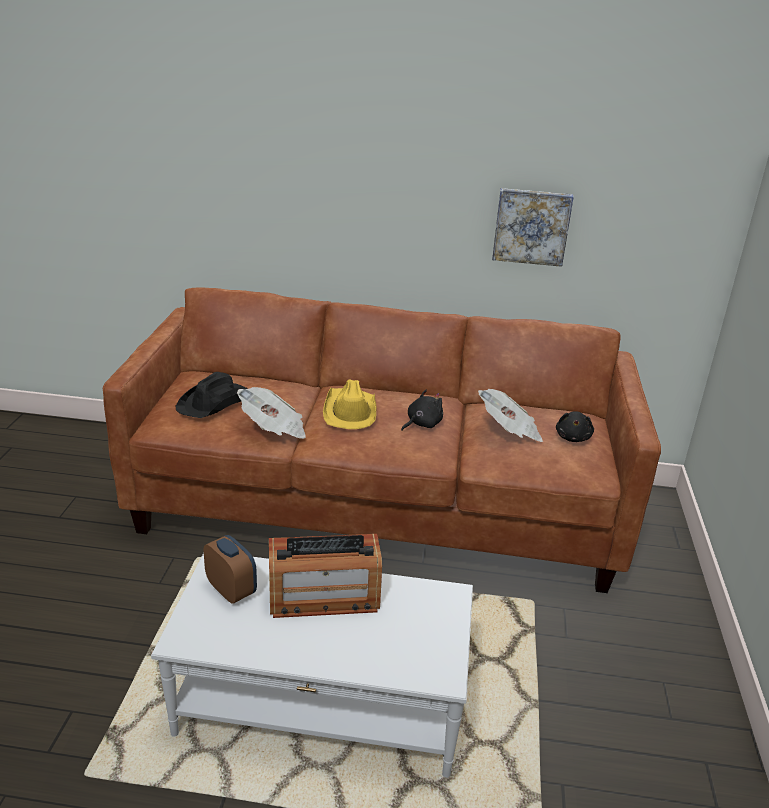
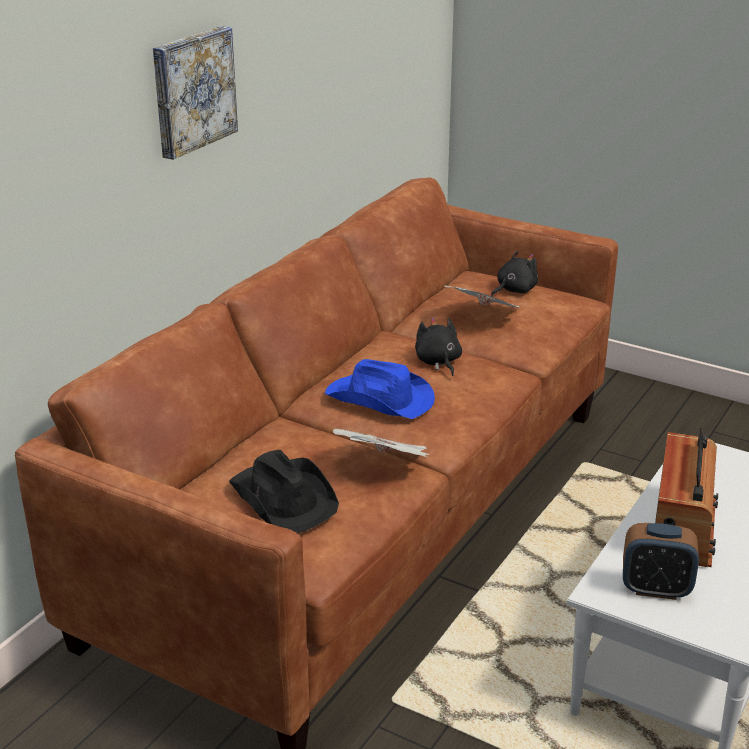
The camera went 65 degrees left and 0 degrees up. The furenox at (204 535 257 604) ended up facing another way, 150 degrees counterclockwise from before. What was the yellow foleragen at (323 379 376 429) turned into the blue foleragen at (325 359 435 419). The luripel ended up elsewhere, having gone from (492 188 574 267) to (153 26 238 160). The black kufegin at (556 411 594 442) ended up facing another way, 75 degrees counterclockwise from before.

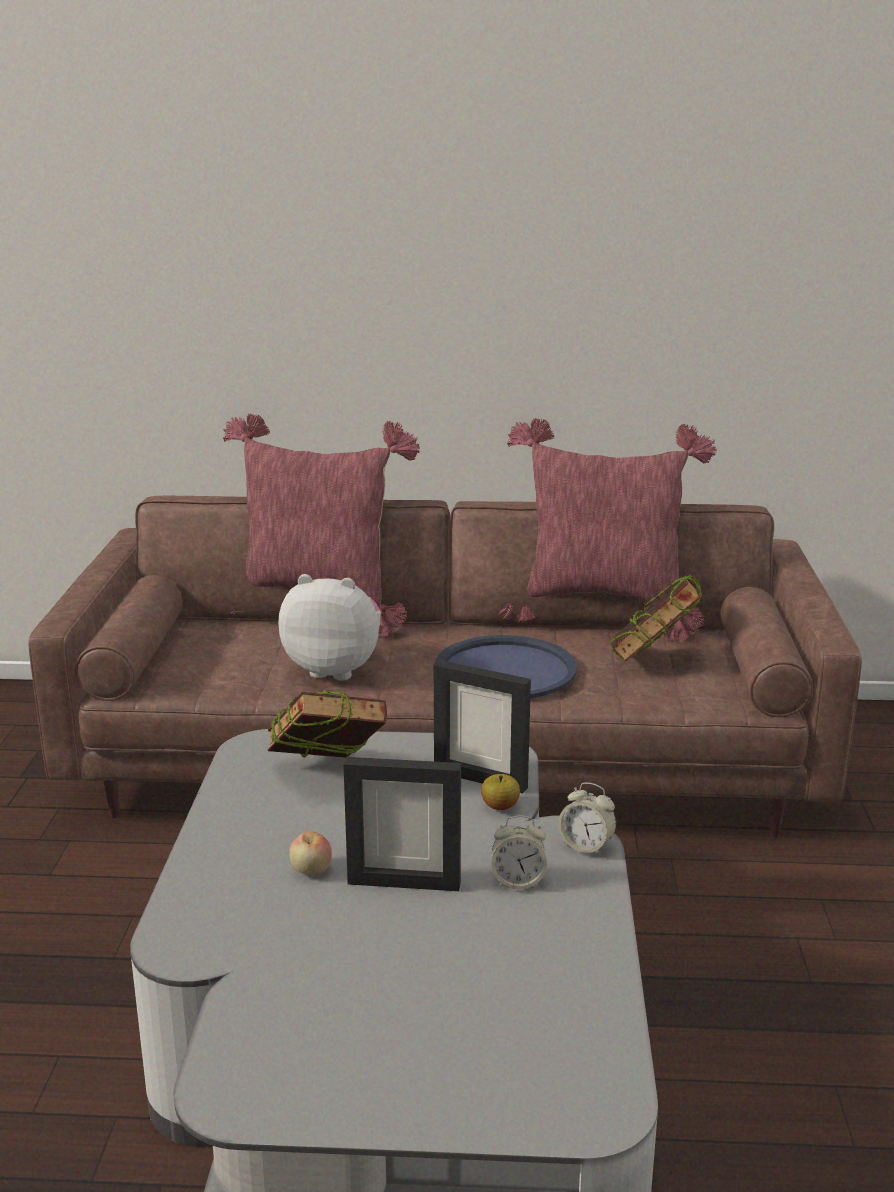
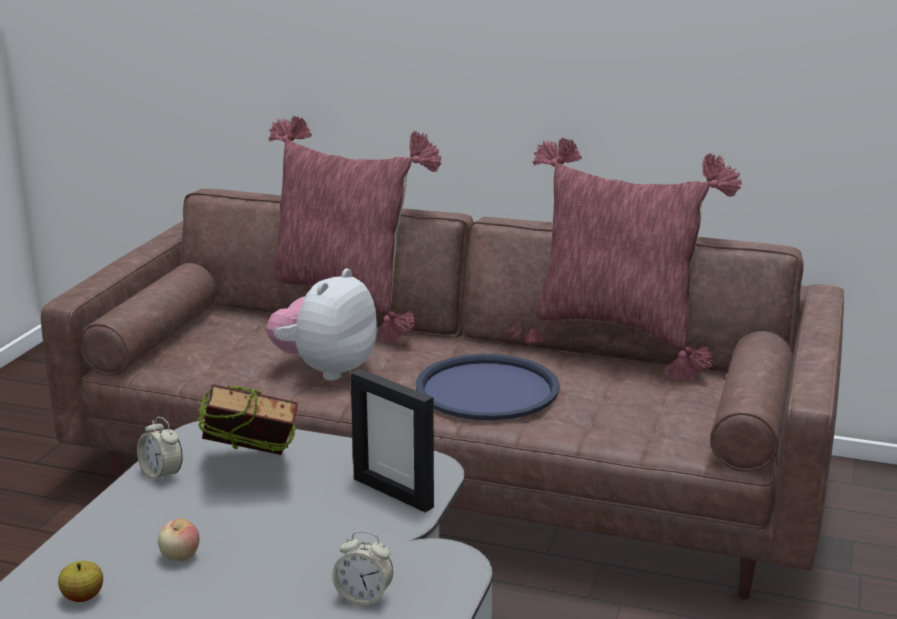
The camera went 15 degrees right and 0 degrees up. The kufegin at (278 574 381 681) ended up facing another way, 90 degrees counterclockwise from before. The second view lost the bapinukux at (343 757 461 891). The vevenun ended up elsewhere, having gone from (481 774 520 810) to (58 561 103 602). The furenox ended up elsewhere, having gone from (558 783 616 856) to (137 417 183 484). The second view lost the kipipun at (611 575 702 662).

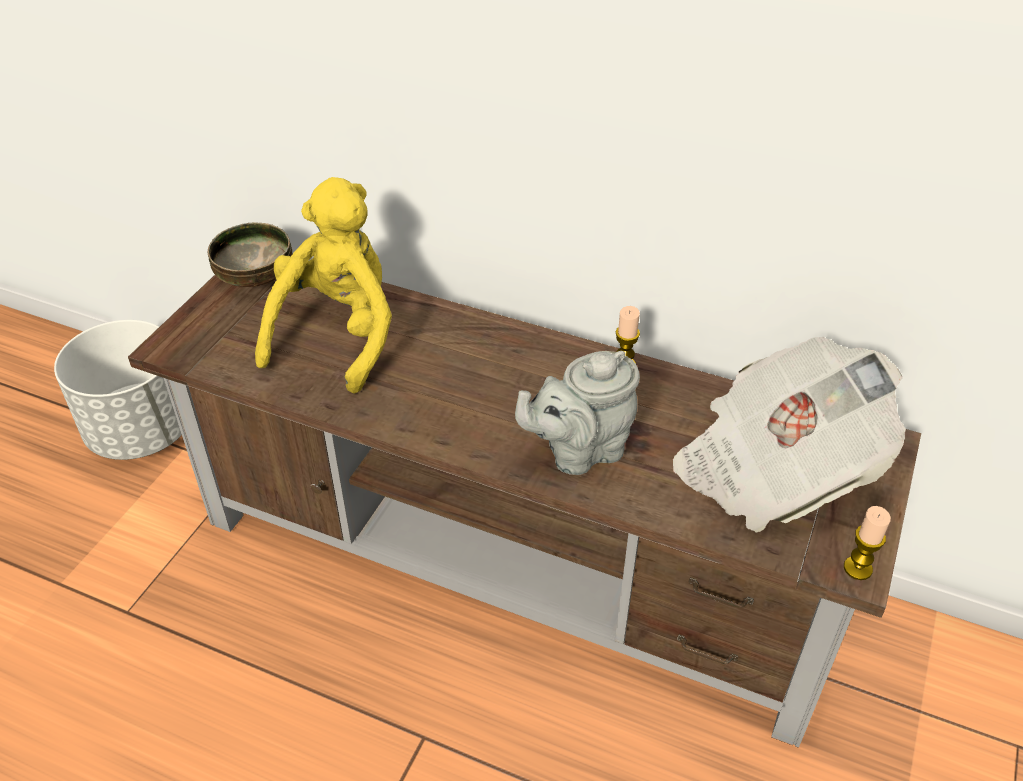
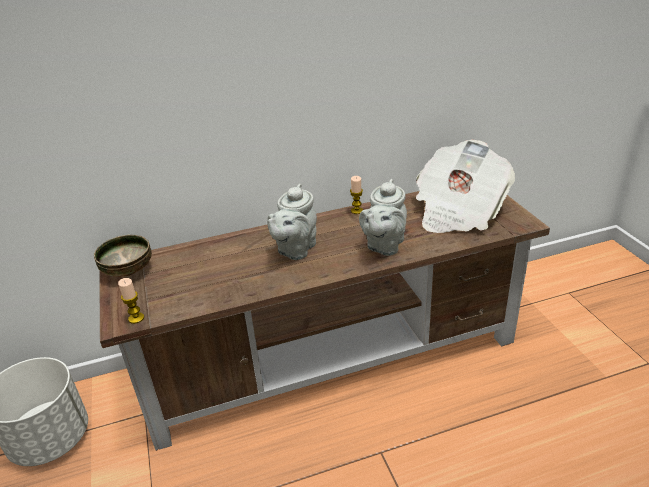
The camera went 40 degrees left and 10 degrees down. The second view lost the yellow kufegin at (255 177 392 393). The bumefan ended up elsewhere, having gone from (844 506 891 580) to (118 278 144 324). The second view gained the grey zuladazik at (267 184 317 260).

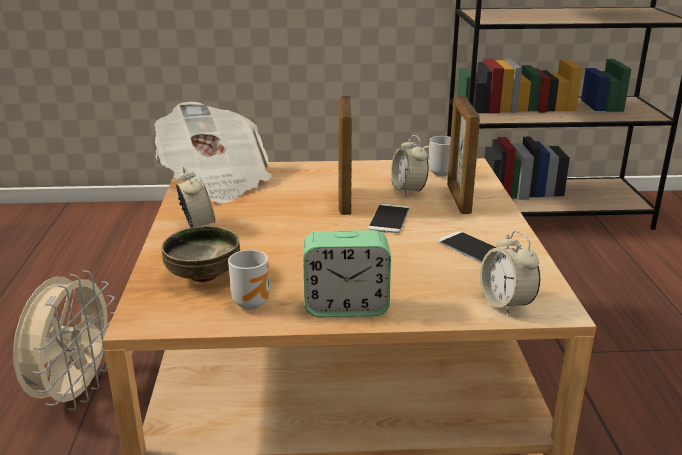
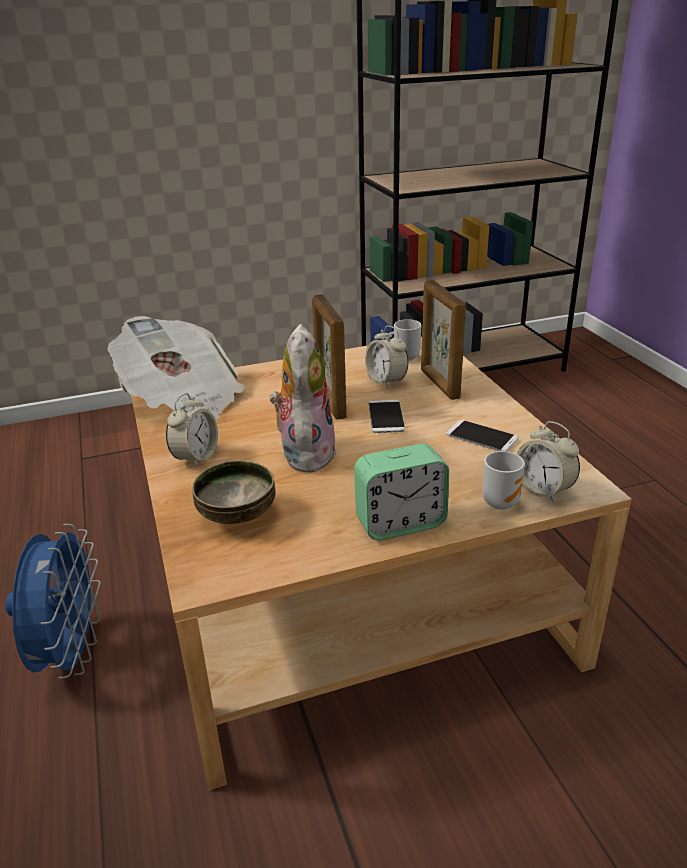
The camera went 15 degrees left and 5 degrees up. What was the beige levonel at (13 270 115 410) turned into the blue levonel at (5 524 101 679). The furenox at (176 166 216 228) ended up facing another way, 60 degrees clockwise from before. The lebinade ended up elsewhere, having gone from (228 250 269 310) to (482 451 525 510). The second view gained the kufegin at (269 324 336 473).

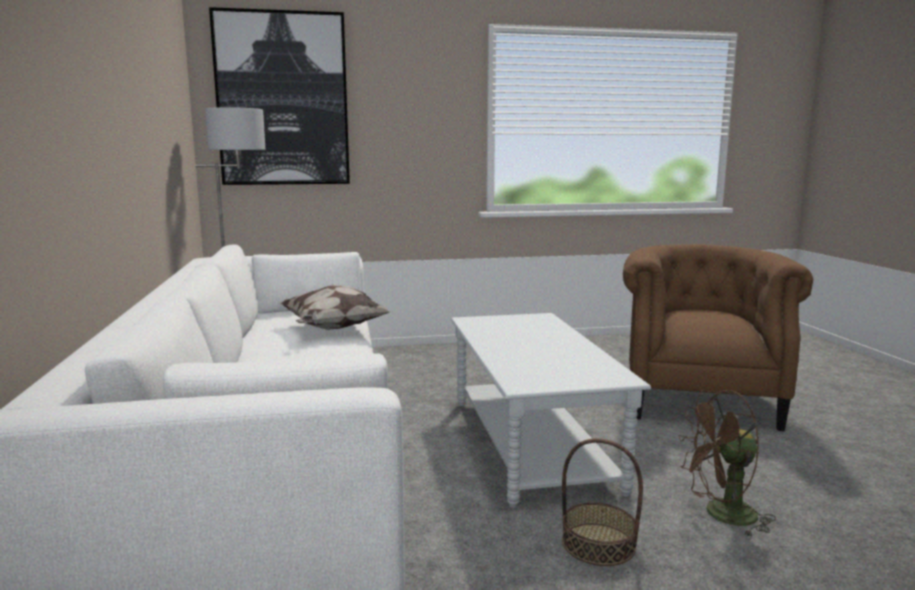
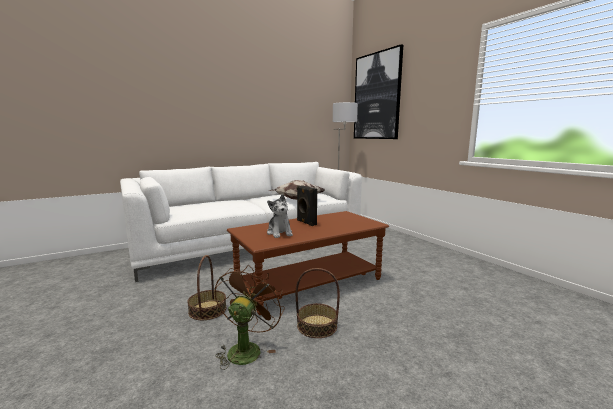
The camera went 70 degrees right and 0 degrees up. What was the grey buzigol at (451 313 651 508) turned into the brown buzigol at (227 211 389 315). The second view lost the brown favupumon at (623 244 814 431). The brown levonel at (678 390 776 538) ended up facing another way, 45 degrees clockwise from before. The second view gained the kufegin at (267 194 293 238). The second view gained the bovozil at (296 268 340 338). The second view gained the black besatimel at (297 185 317 226).

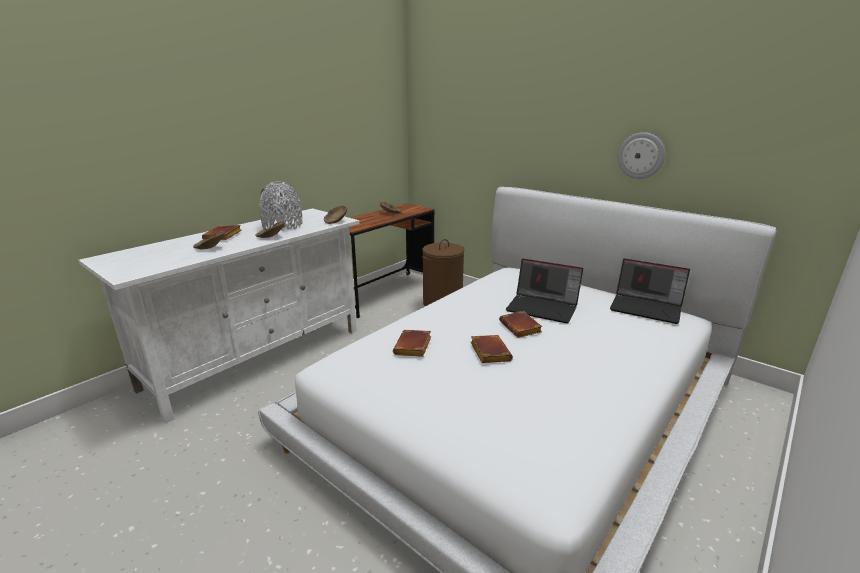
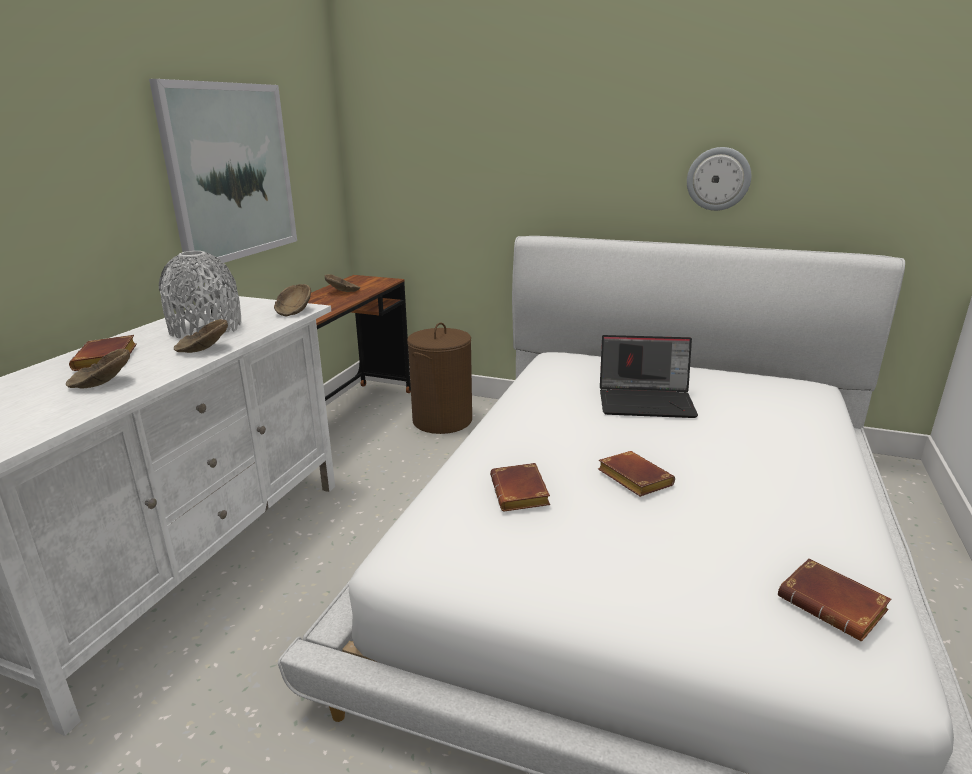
The camera went 20 degrees left and 0 degrees up. The brown kipipun ended up elsewhere, having gone from (499 311 542 338) to (778 558 891 641). The second view lost the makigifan at (610 259 690 324). The second view gained the luripel at (149 79 297 263).

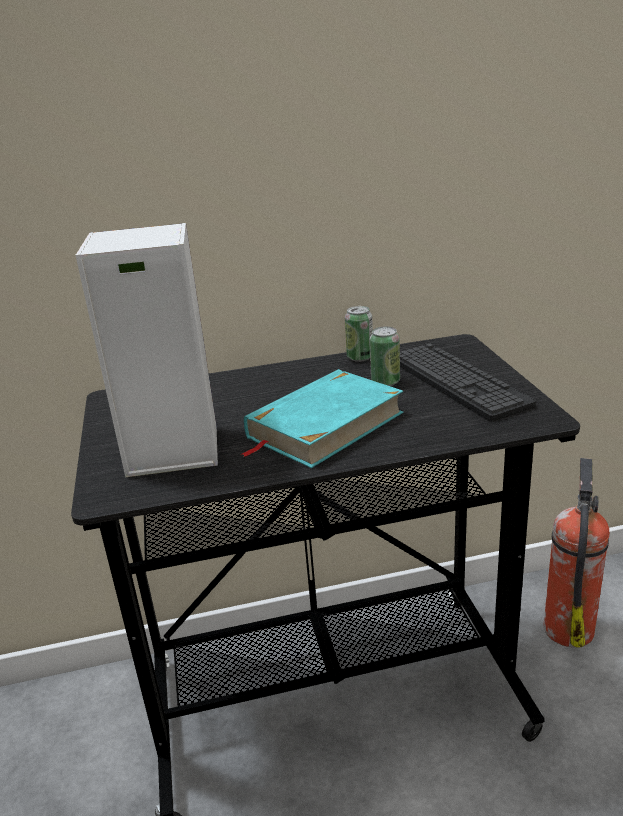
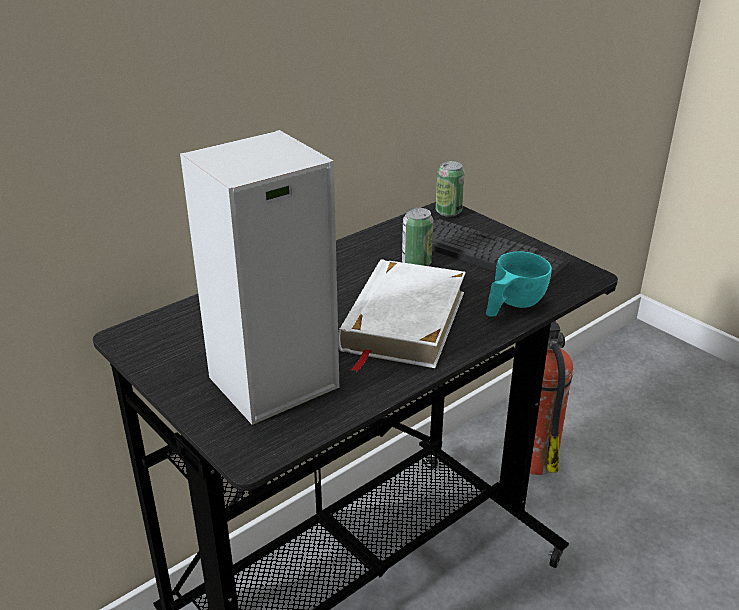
The camera went 30 degrees left and 5 degrees up. What was the turquoise kipipun at (241 369 403 468) turned into the white kipipun at (338 259 466 372). The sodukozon ended up elsewhere, having gone from (345 306 373 362) to (436 161 465 217). The second view gained the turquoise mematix at (486 251 552 317).

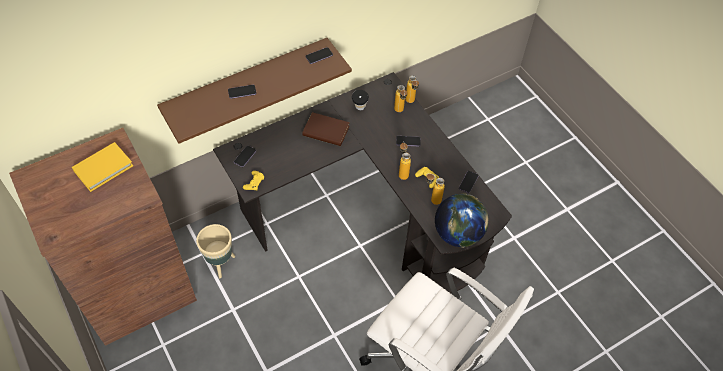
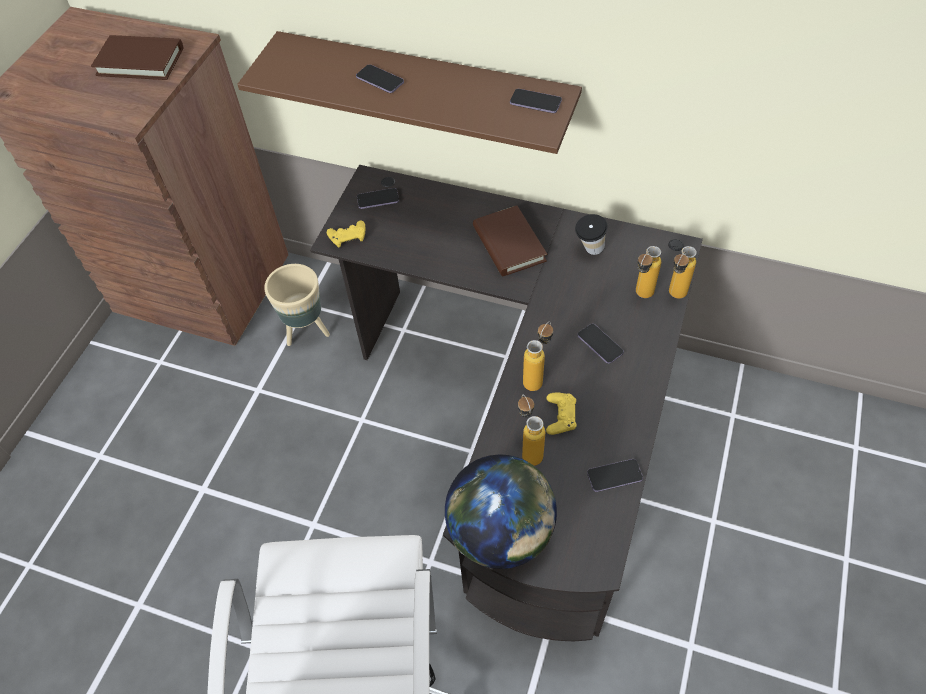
The camera went 55 degrees right and 0 degrees up. What was the yellow kipipun at (72 142 133 192) turned into the brown kipipun at (91 35 183 80).

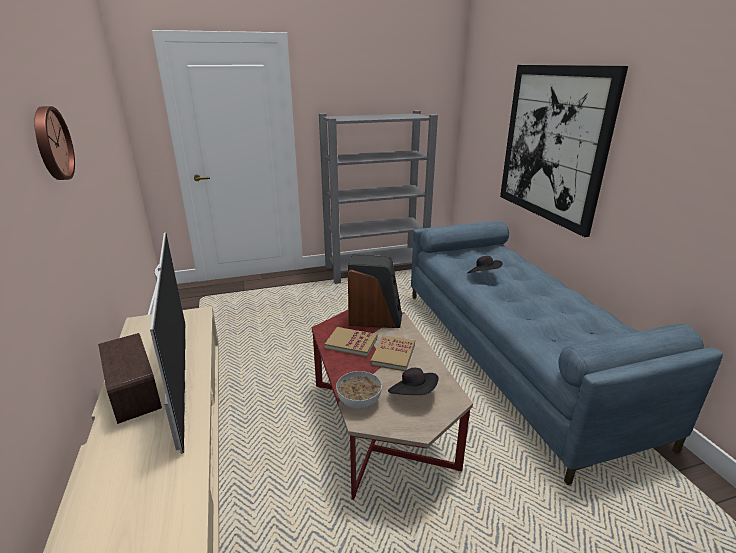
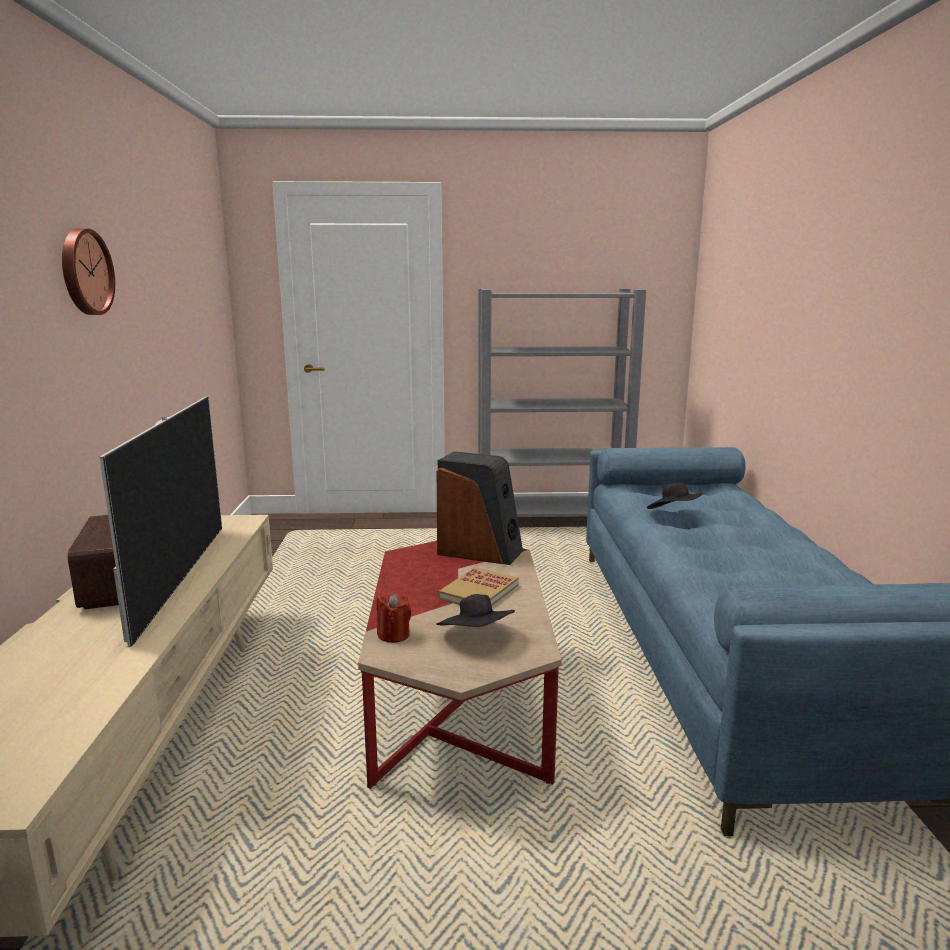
The camera went 15 degrees right and 10 degrees down. The second view lost the kipipun at (325 327 377 357). Where the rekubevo stood at (336 371 382 409), the red bumefan came to stand at (377 593 411 643). The second view lost the luripel at (500 65 628 237).

